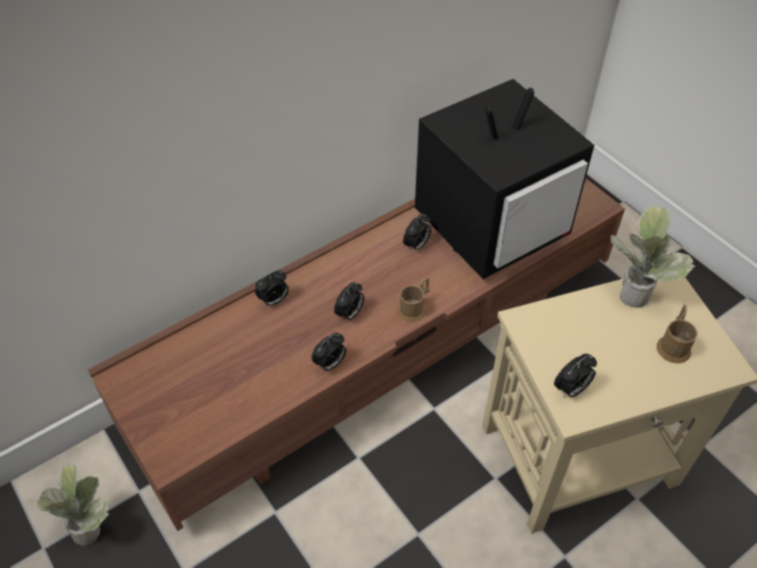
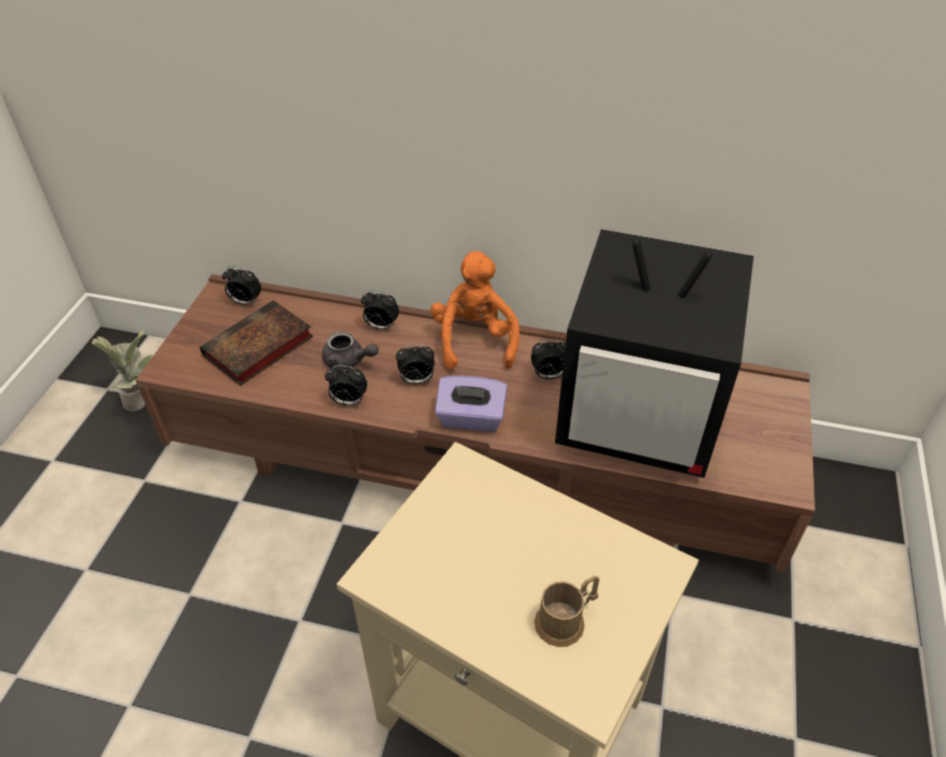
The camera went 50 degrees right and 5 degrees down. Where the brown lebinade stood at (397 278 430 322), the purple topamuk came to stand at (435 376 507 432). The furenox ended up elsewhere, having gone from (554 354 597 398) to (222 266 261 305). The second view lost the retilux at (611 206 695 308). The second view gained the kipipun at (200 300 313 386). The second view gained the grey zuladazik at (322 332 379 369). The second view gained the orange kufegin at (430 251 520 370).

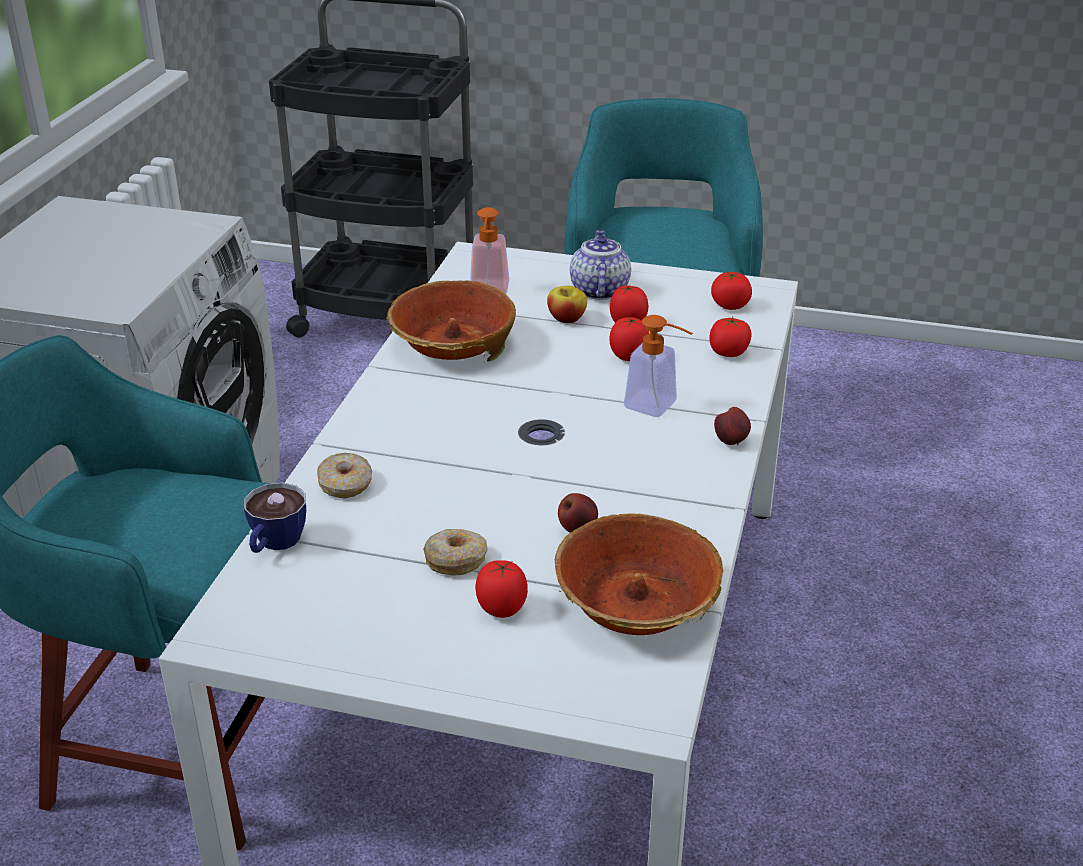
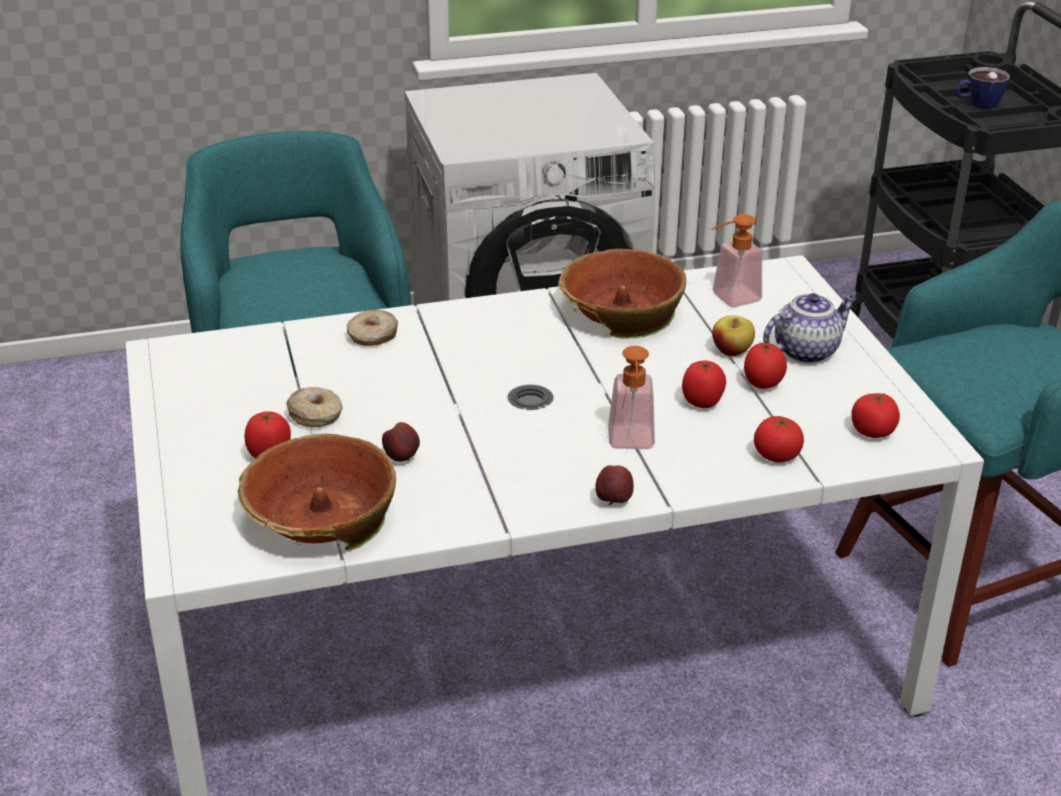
The camera went 60 degrees right and 0 degrees up. The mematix ended up elsewhere, having gone from (244 482 306 553) to (956 67 1010 109).

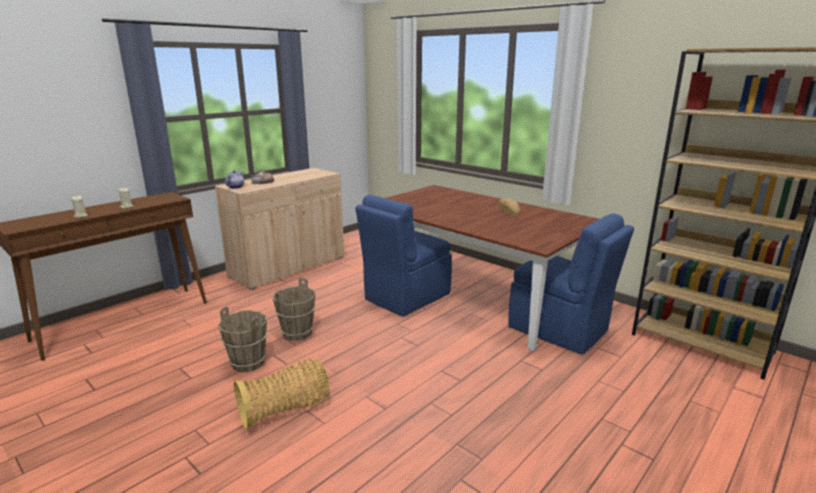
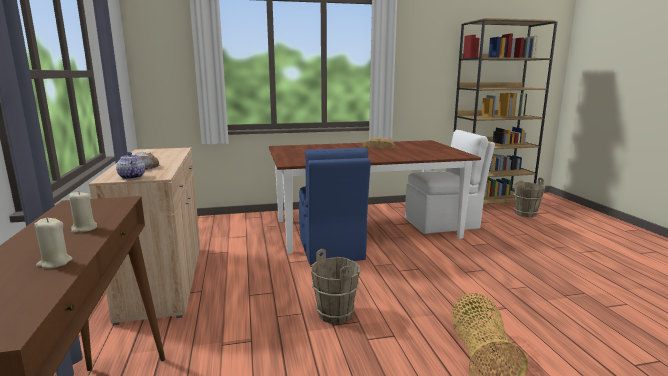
The camera went 55 degrees left and 5 degrees down. The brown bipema ended up elsewhere, having gone from (218 307 268 372) to (514 178 545 218). What was the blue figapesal at (508 213 634 355) turned into the white figapesal at (405 130 495 234).

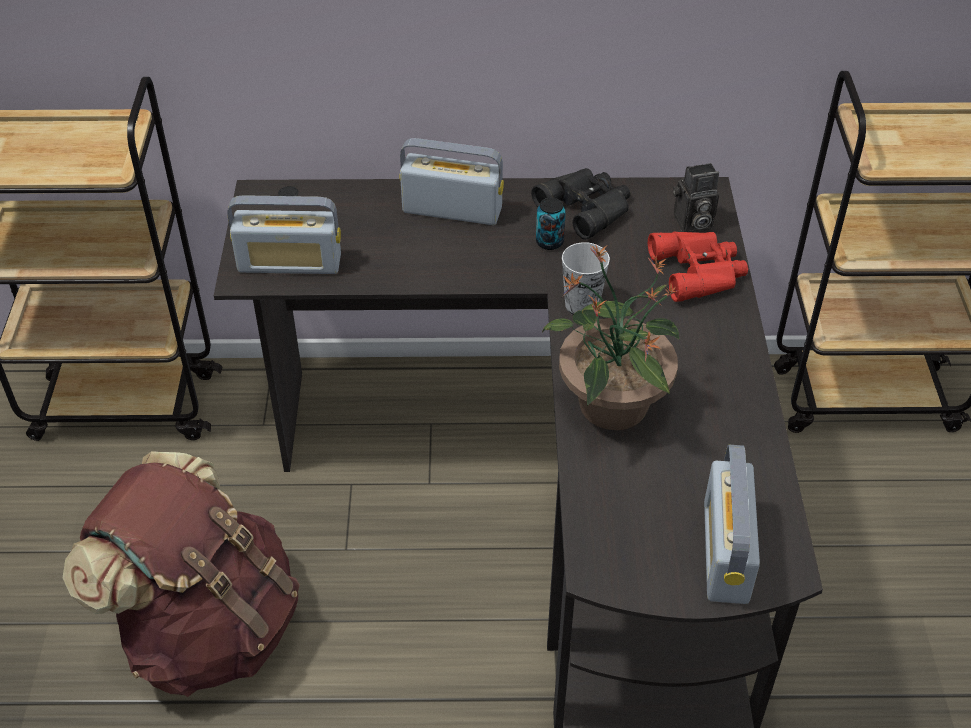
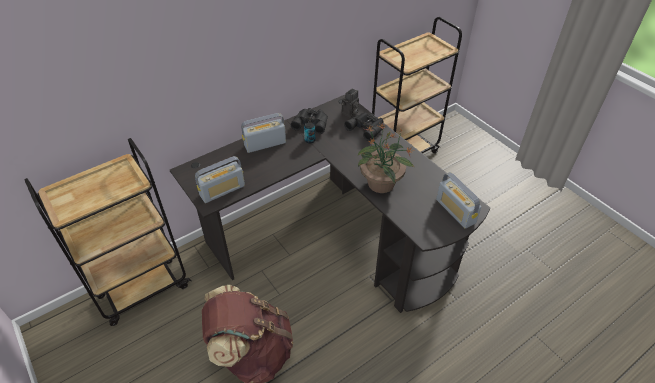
The camera went 35 degrees left and 0 degrees up. The second view lost the mematix at (562 242 610 315). What was the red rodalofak at (648 231 748 302) turned into the black rodalofak at (344 112 384 141).

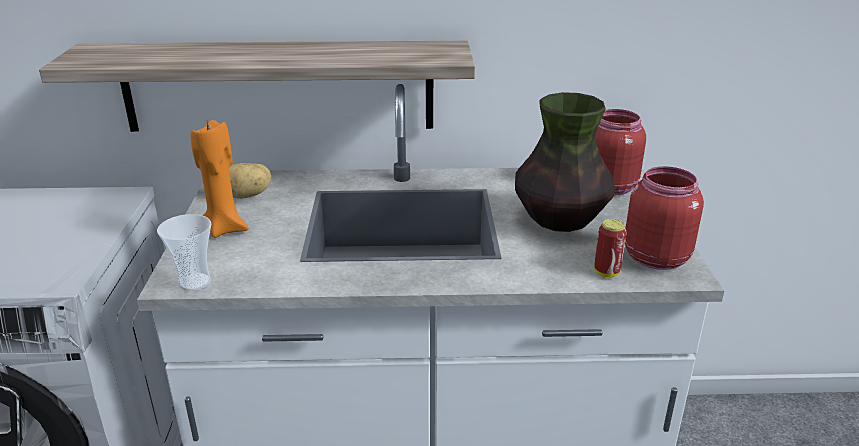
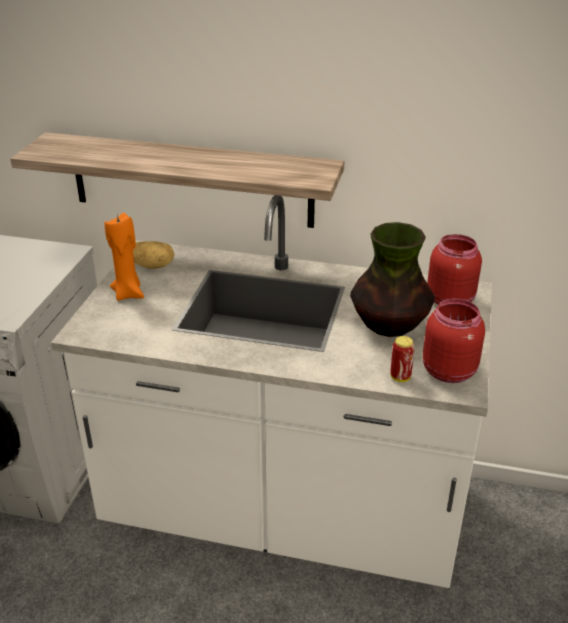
The camera went 15 degrees right and 5 degrees up. The second view lost the mematix at (157 214 211 291).

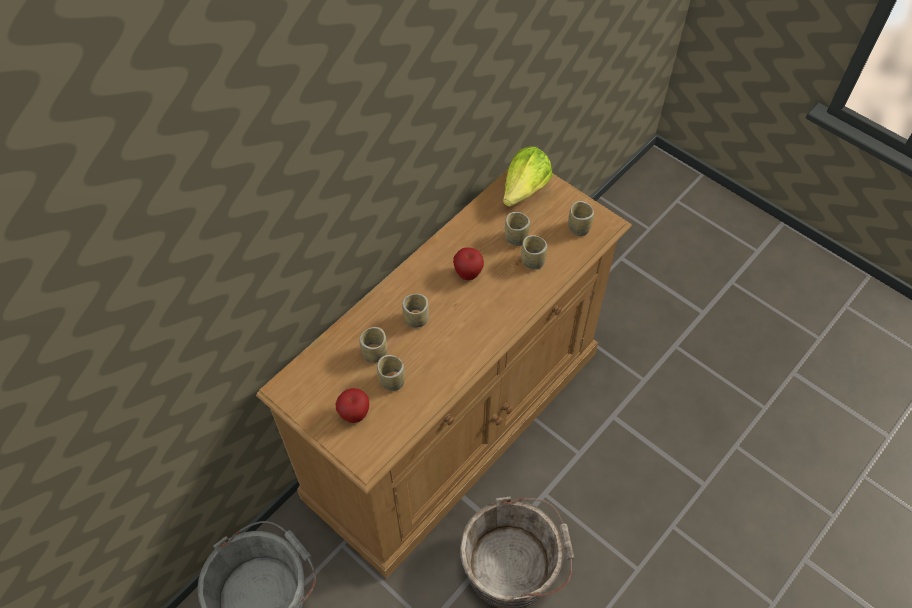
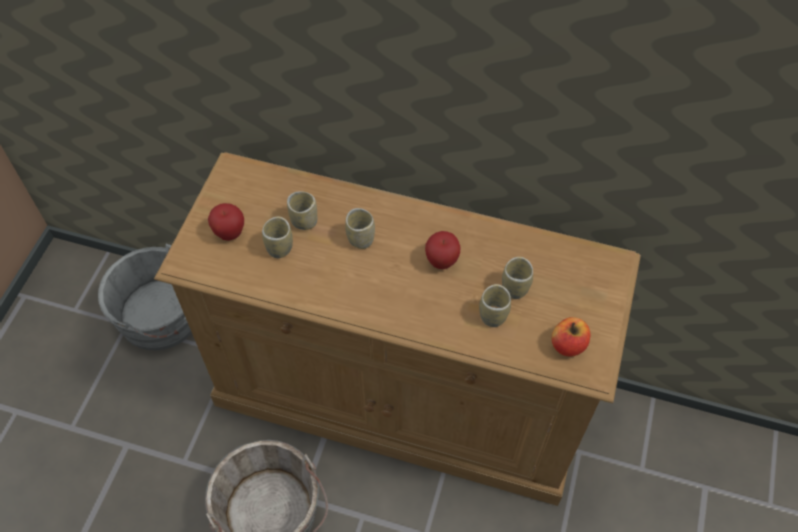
The camera went 65 degrees right and 0 degrees up. The second view lost the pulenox at (503 146 553 207). Where the mematix stood at (568 201 594 236), the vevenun came to stand at (552 317 590 356).

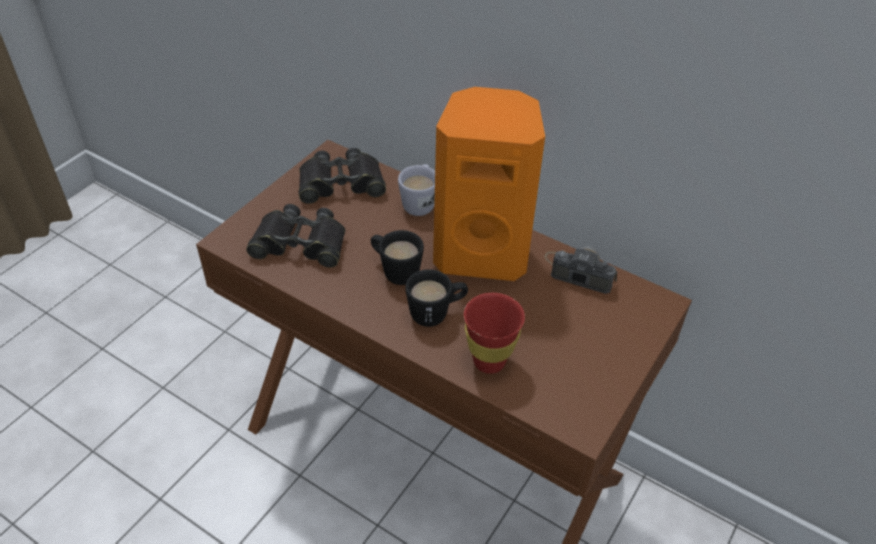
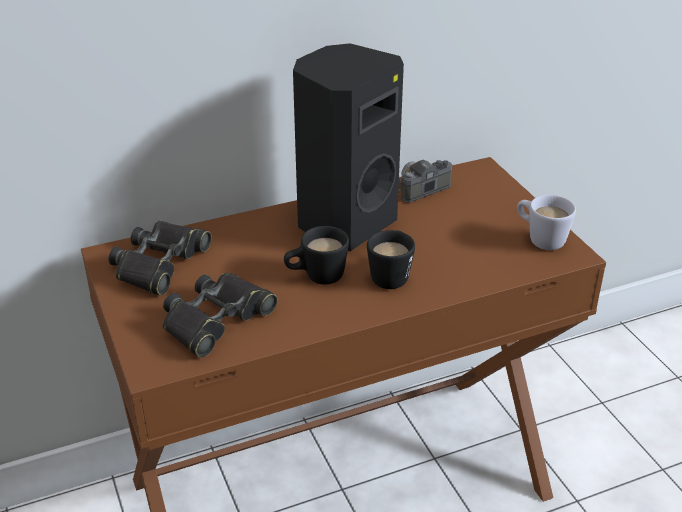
The camera went 55 degrees left and 10 degrees down. The white lebinade ended up elsewhere, having gone from (398 164 435 216) to (517 195 576 250). What was the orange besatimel at (433 87 545 281) turned into the black besatimel at (293 43 404 251). The second view lost the red mematix at (464 293 525 374).

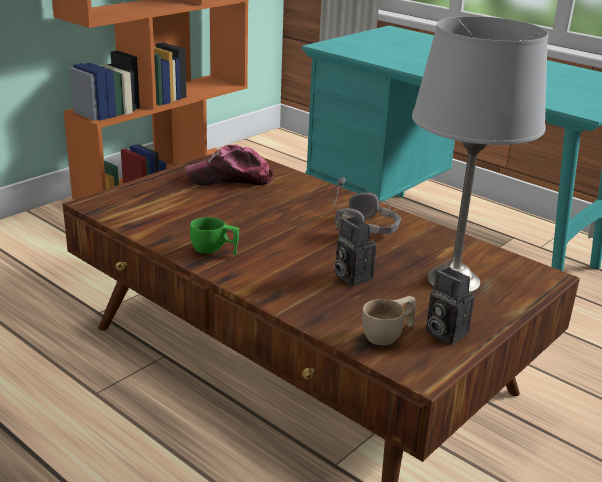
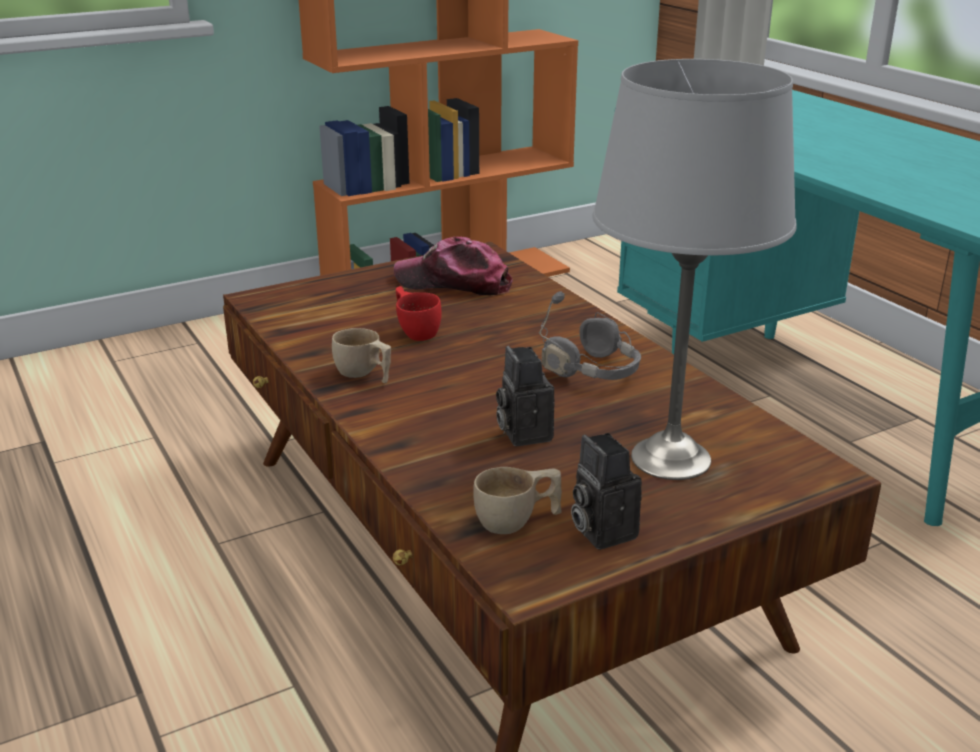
The camera went 20 degrees right and 0 degrees up. What was the green mematix at (190 217 239 255) turned into the beige mematix at (332 328 391 383). The second view gained the red mematix at (396 286 442 341).

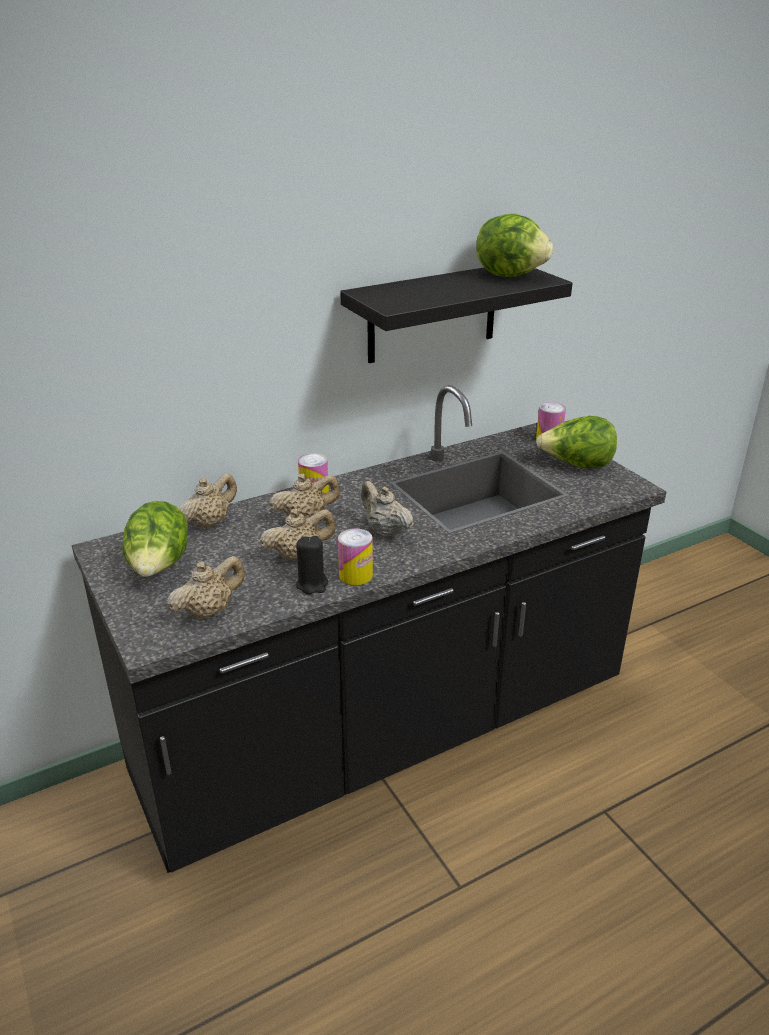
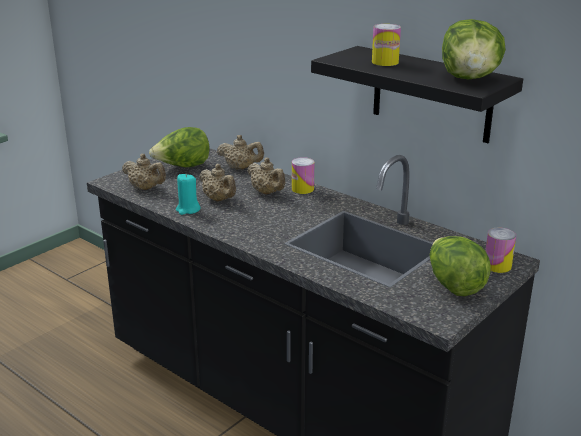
The camera went 70 degrees right and 5 degrees down. What was the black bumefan at (296 536 328 594) turned into the turquoise bumefan at (176 174 200 215). The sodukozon ended up elsewhere, having gone from (338 529 373 585) to (372 24 401 66). The second view lost the beige zuladazik at (361 481 414 538).

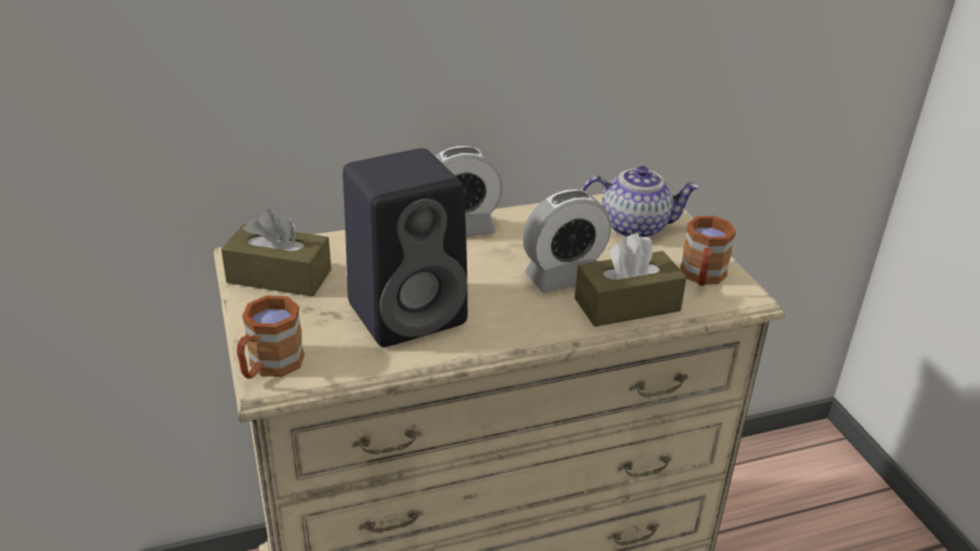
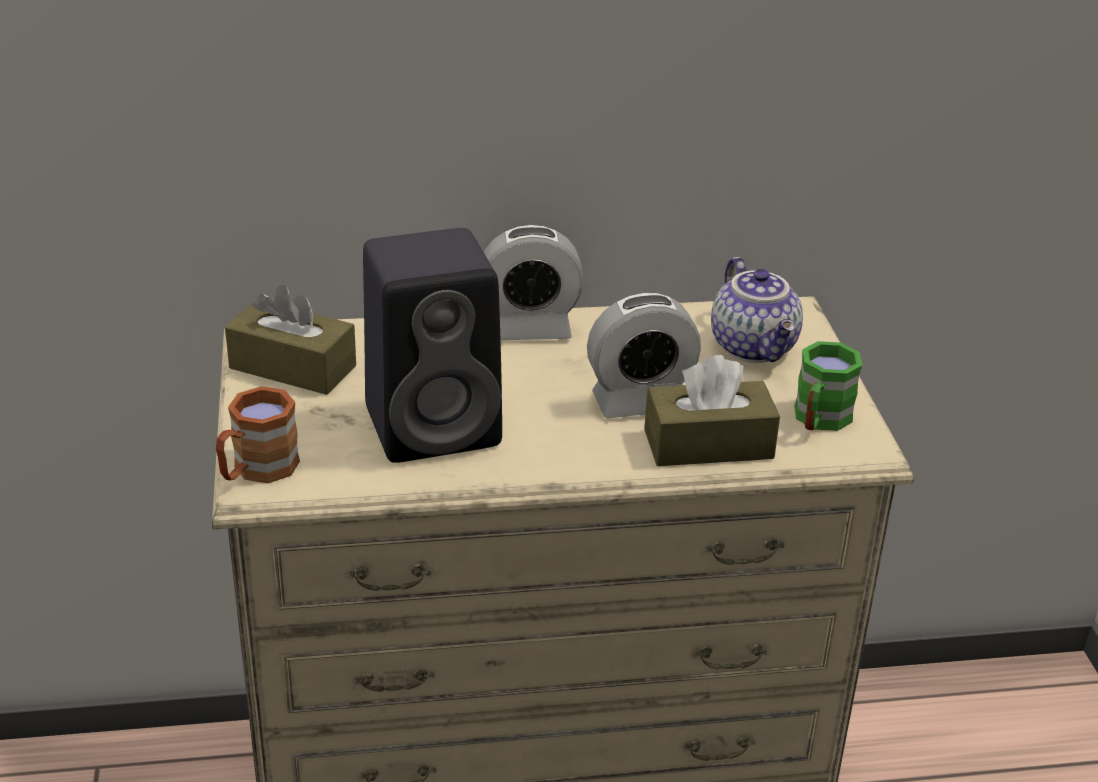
The camera went 10 degrees right and 0 degrees up. The zuladazik at (581 166 700 238) ended up facing another way, 60 degrees clockwise from before. What was the brown lebinade at (680 216 736 286) turned into the green lebinade at (794 341 862 431).

